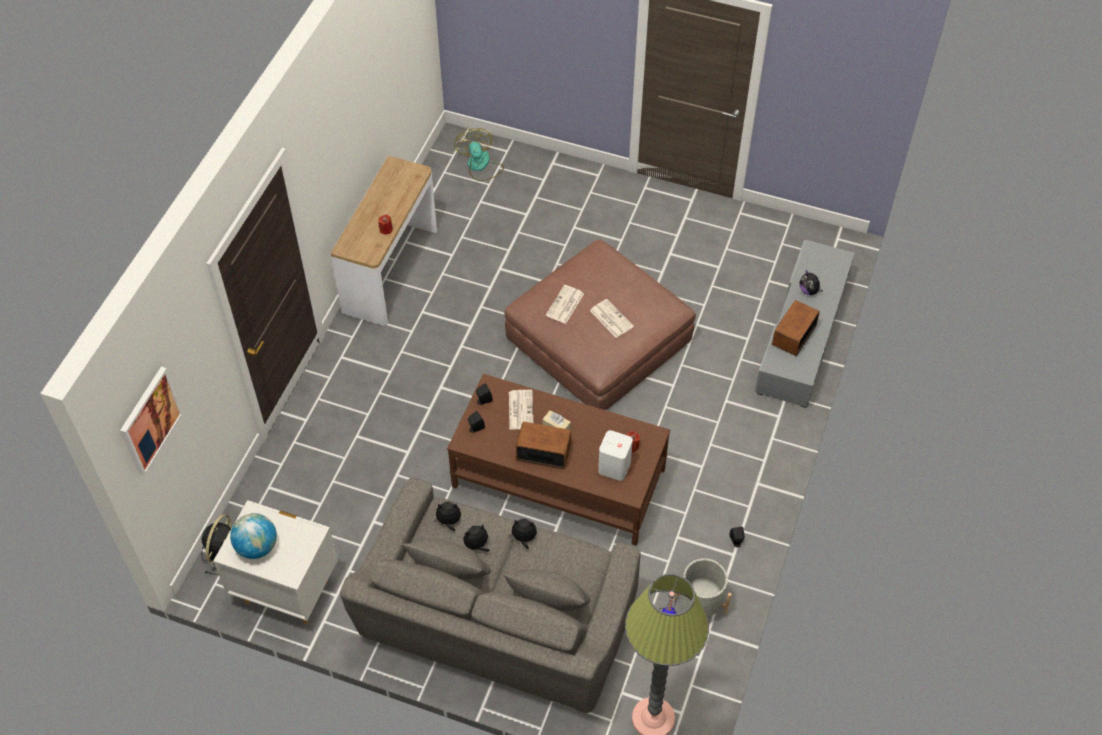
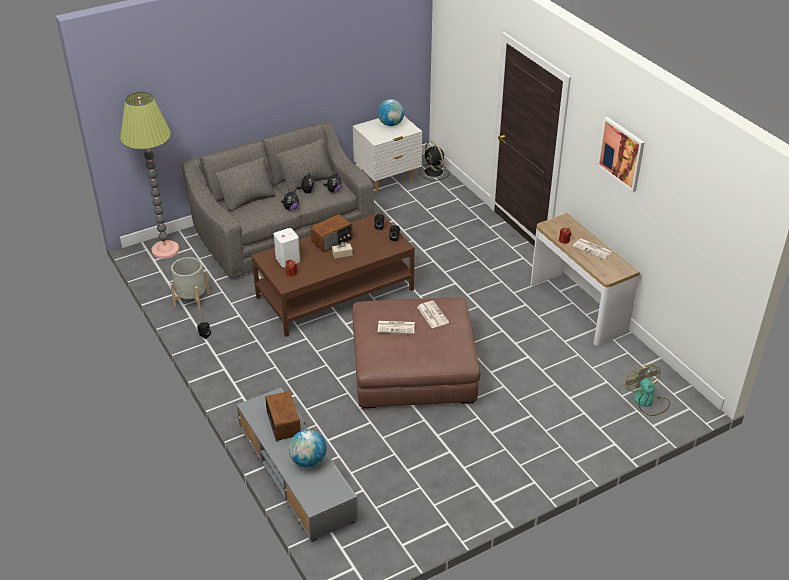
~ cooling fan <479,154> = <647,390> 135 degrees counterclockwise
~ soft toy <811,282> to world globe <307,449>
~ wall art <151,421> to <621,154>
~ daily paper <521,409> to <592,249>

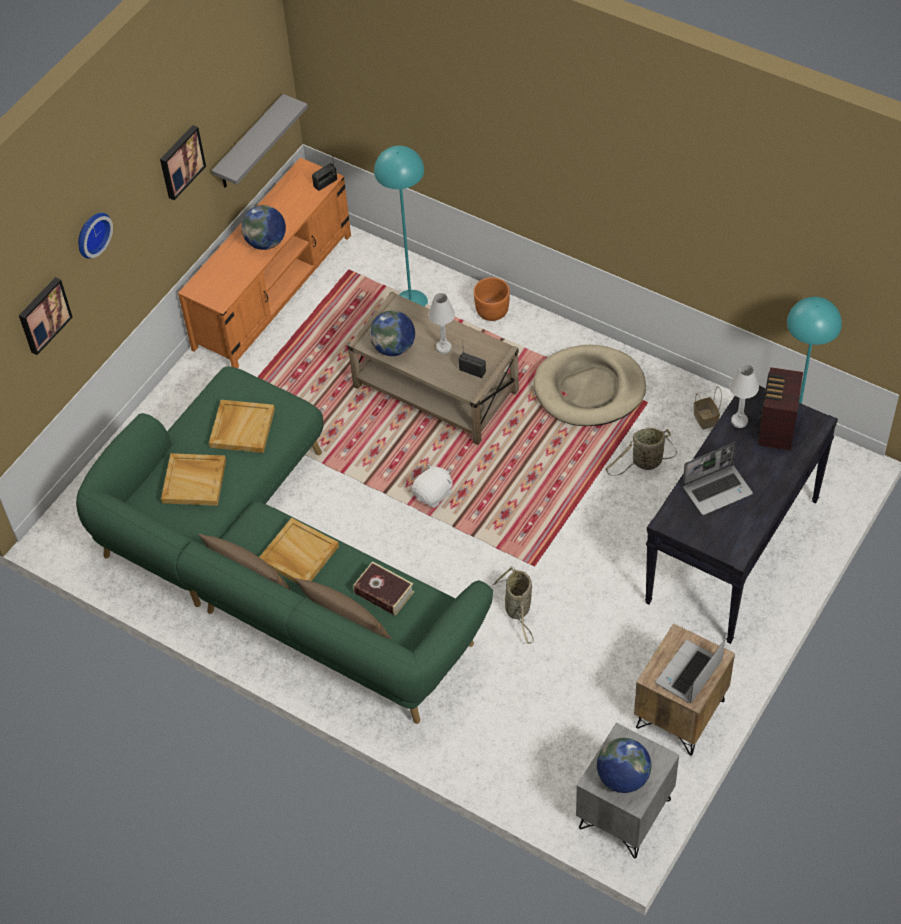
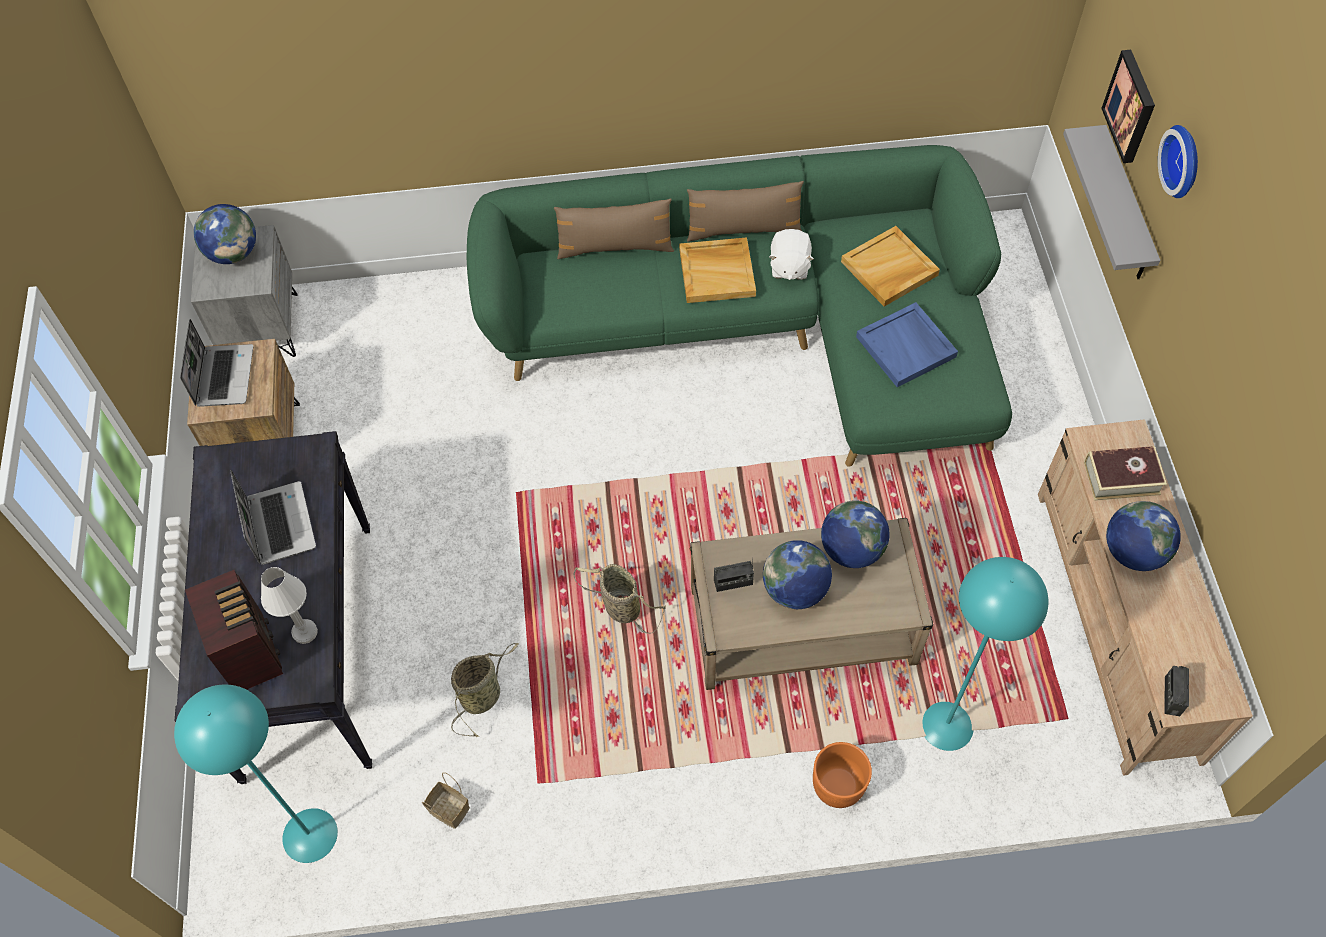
~ gray wall shelf <260,141> to <1111,202>
- wall art <183,162>
~ orange tv stand <264,263> to beige-coloured tv stand <1145,597>
~ white-coloured tabletop lamp <441,323> to world globe <797,574>
- beige-coloured dog cushion <589,385>
~ beige-coloured tray <242,426> to bluish tray <907,344>
~ laptop <717,478> = <273,517> 135 degrees clockwise
~ white-coloured soft toy <432,486> to <791,254>
~ bound book <383,588> to <1125,473>
~ storage basket <513,605> to <619,599>

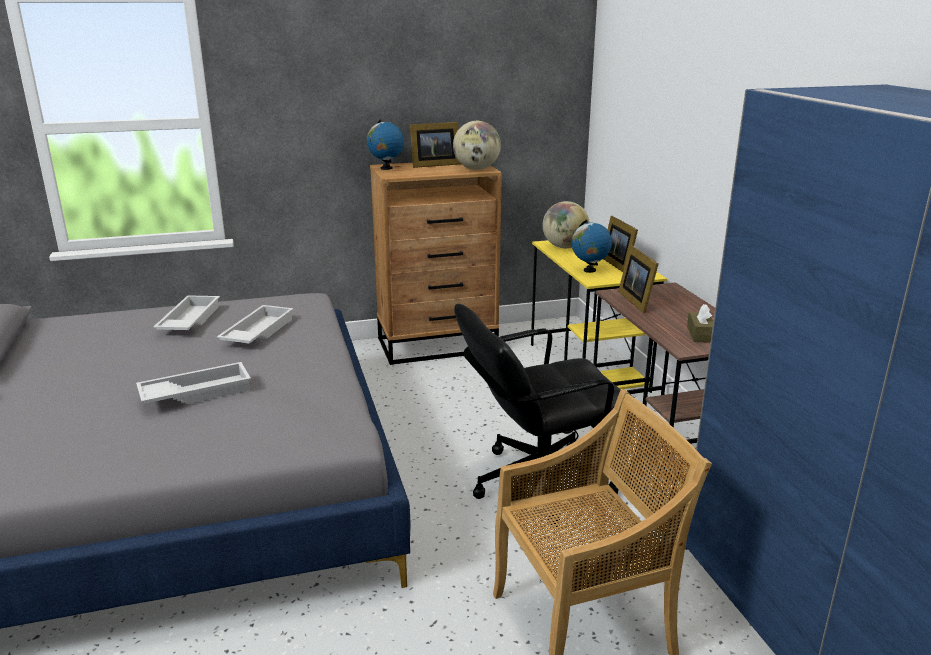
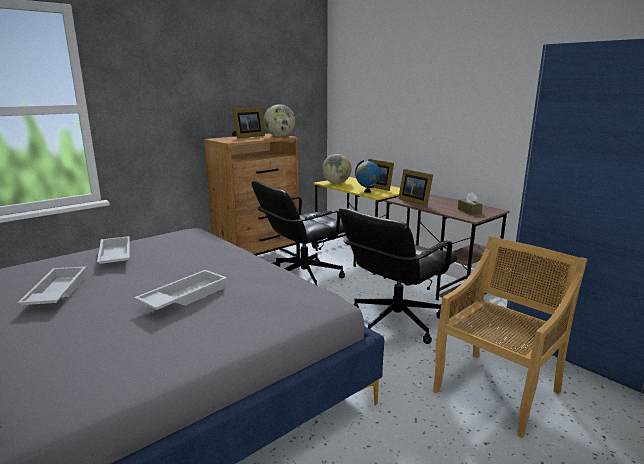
- world globe <385,144>
~ white-coloured tray <255,324> to <52,285>
+ black-coloured office chair <298,233>

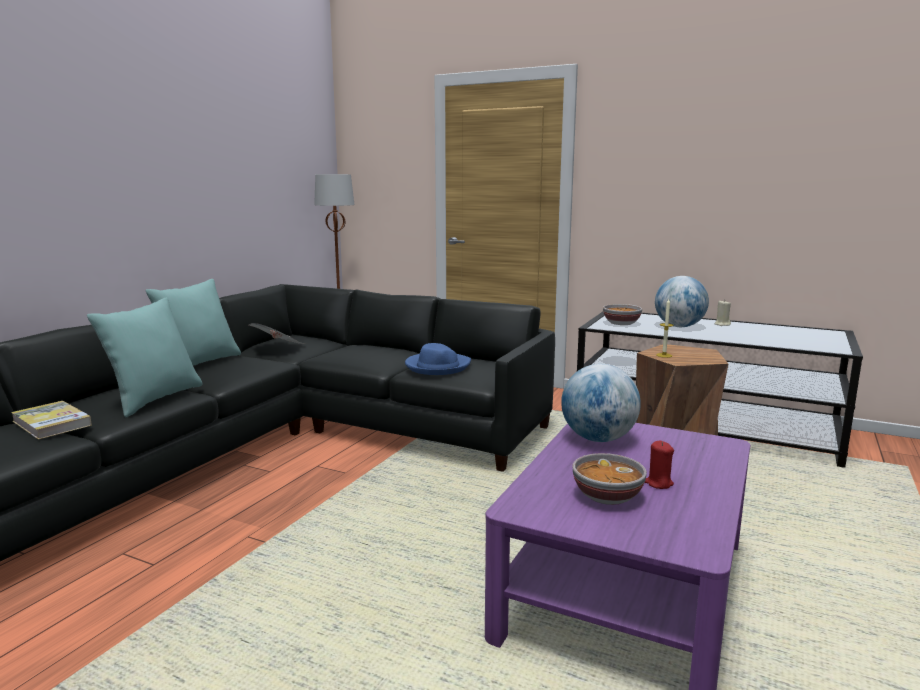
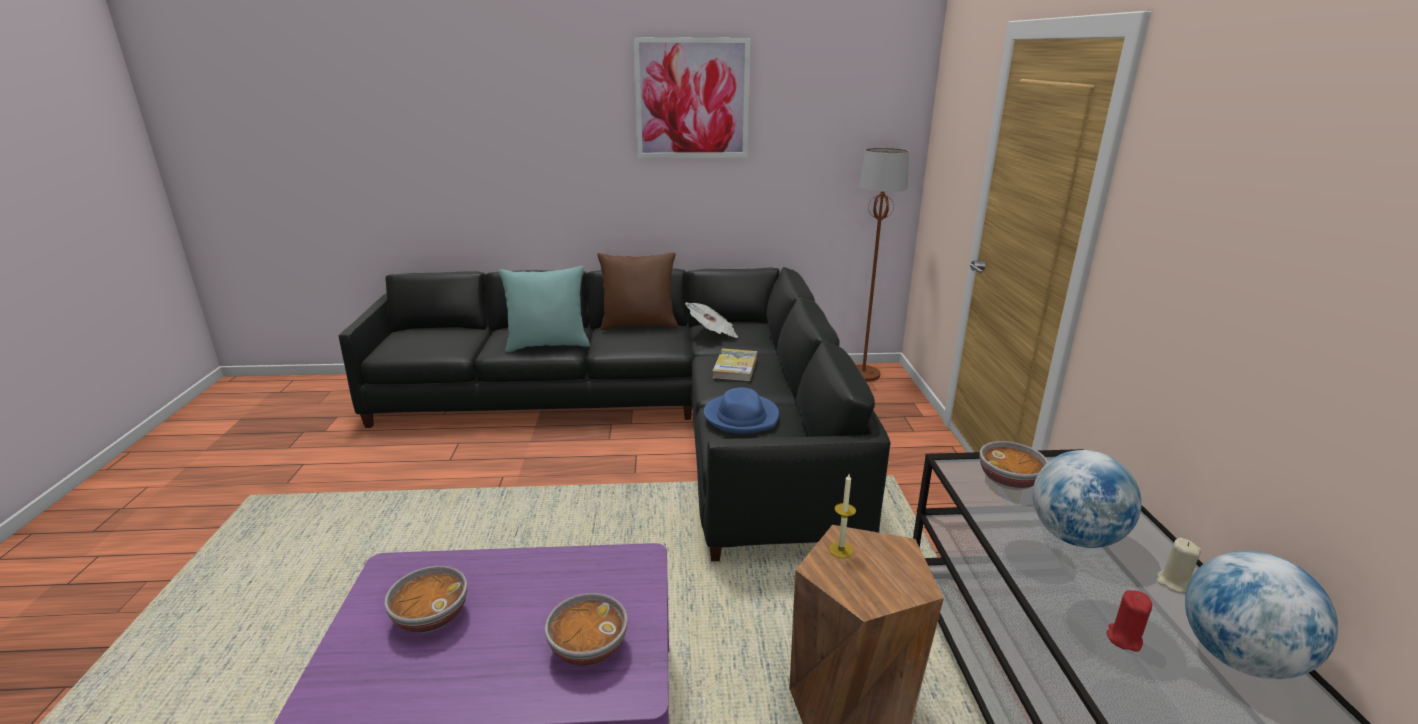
~ blue-green throw pillow <193,322> to brownish throw pillow <637,291>
~ world globe <601,403> to <1261,615>
~ bound book <51,420> to <735,364>
~ red-coloured candle <659,465> to <1129,620>
+ wall art <692,97>
+ deep dish <586,629>

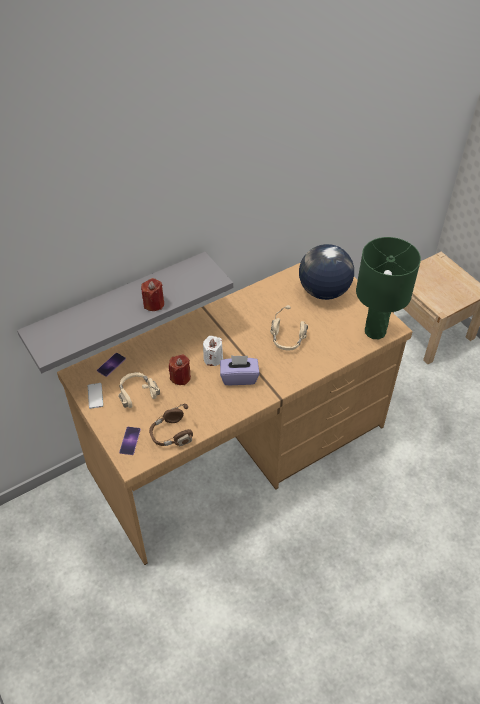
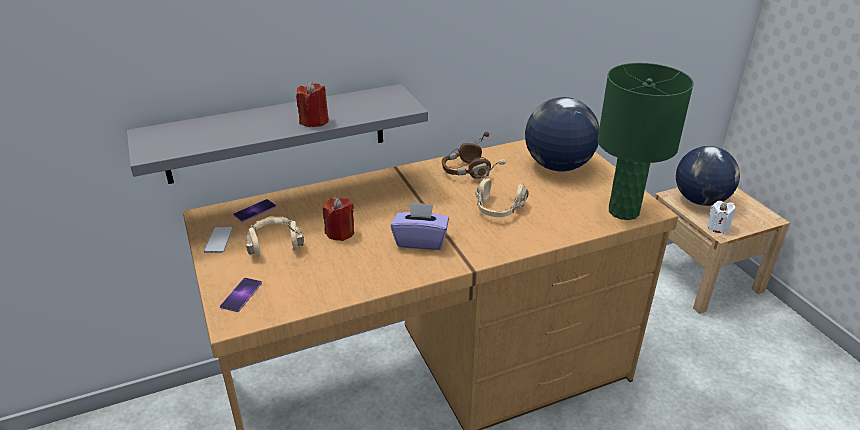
~ white-coloured candle <213,351> to <721,217>
~ brownish headset <171,424> to <466,155>
+ world globe <708,176>

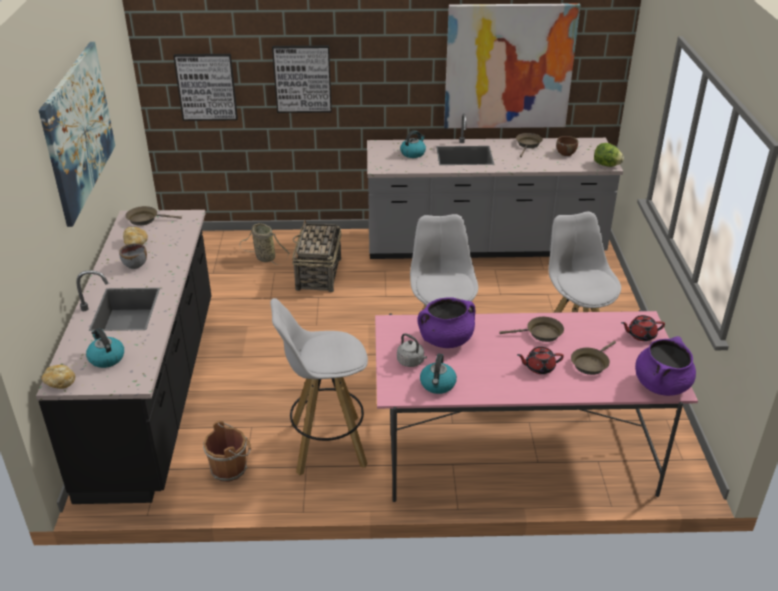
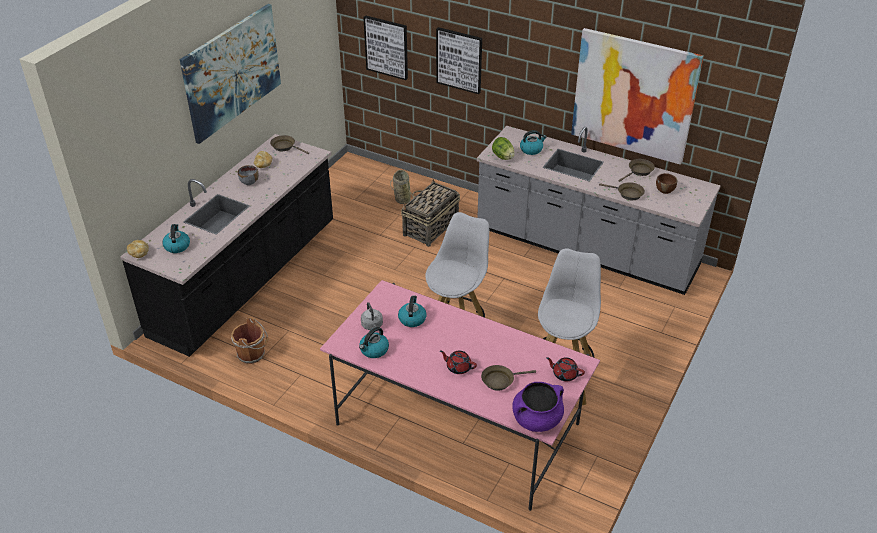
~ lettuce head <609,155> to <503,148>
~ purple cooking pot <446,322> to kettle <412,311>
- white-coloured sitting stool <319,387>
~ brownish pan <531,329> to <622,191>

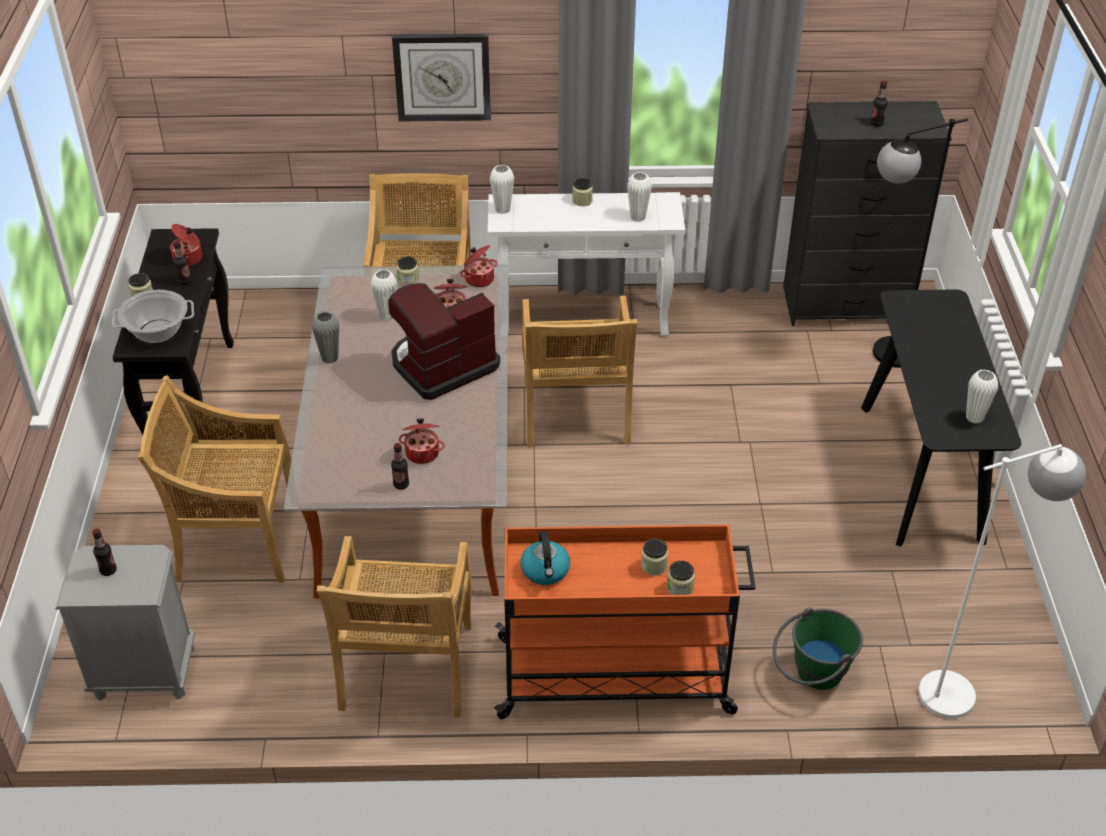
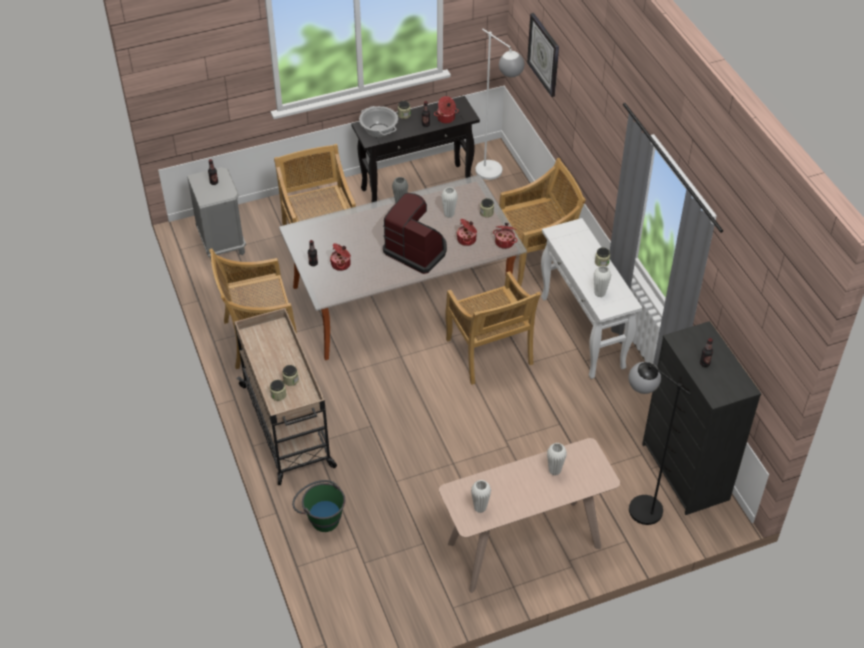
~ hanging clock <441,77> to <543,55>
~ white-coloured vase <502,189> to <557,459>
~ black-coloured hall table <941,418> to beige-coloured hall table <529,515>
~ beige-coloured chair <580,372> = <493,328> 90 degrees counterclockwise
~ white-coloured standing lamp <1002,581> to <499,104>
~ orange wheeled cart <625,621> to beige-coloured wheeled cart <285,396>
- kettle <545,558>

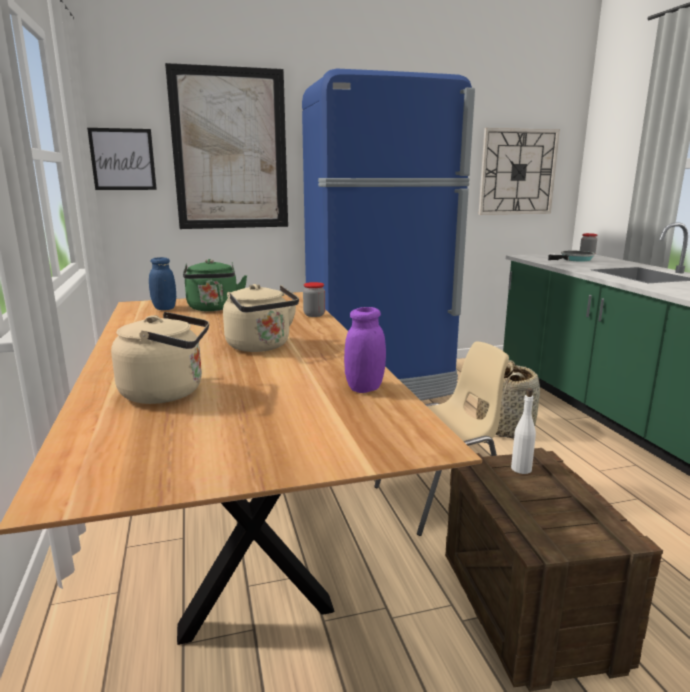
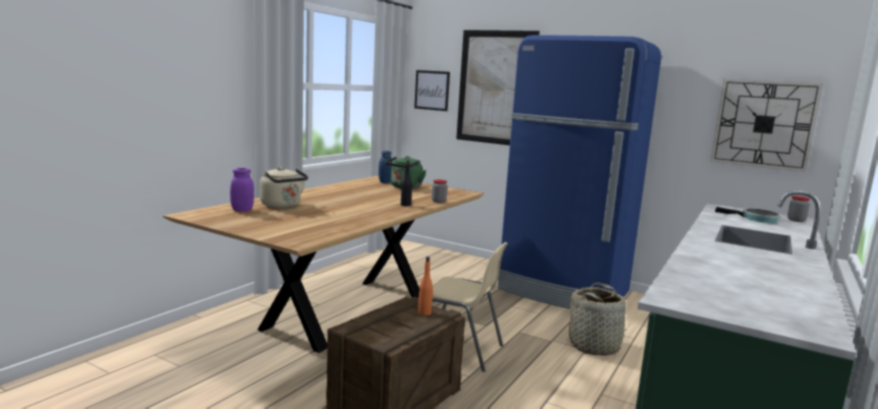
- beige-coloured kettle <261,318>
~ purple jar <365,350> to <242,190>
~ white-coloured beverage bottle <523,431> to orange beverage bottle <425,286>
+ black-coloured beverage bottle <406,183>

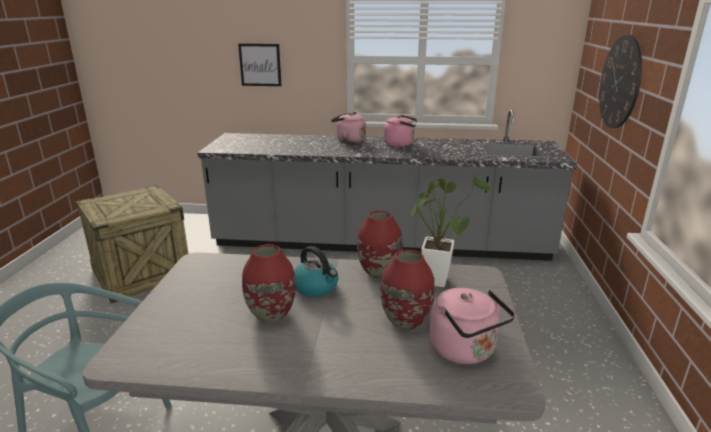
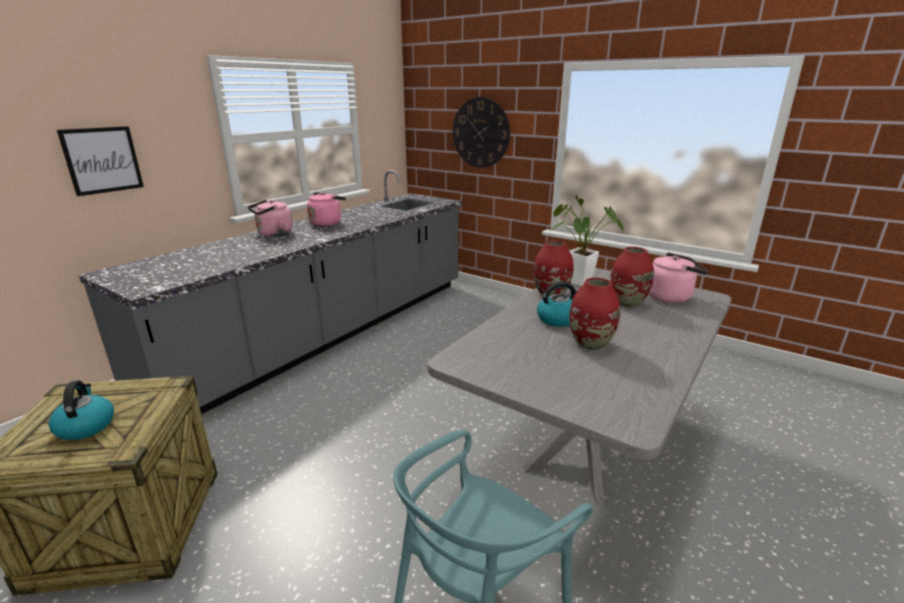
+ kettle <81,410>

